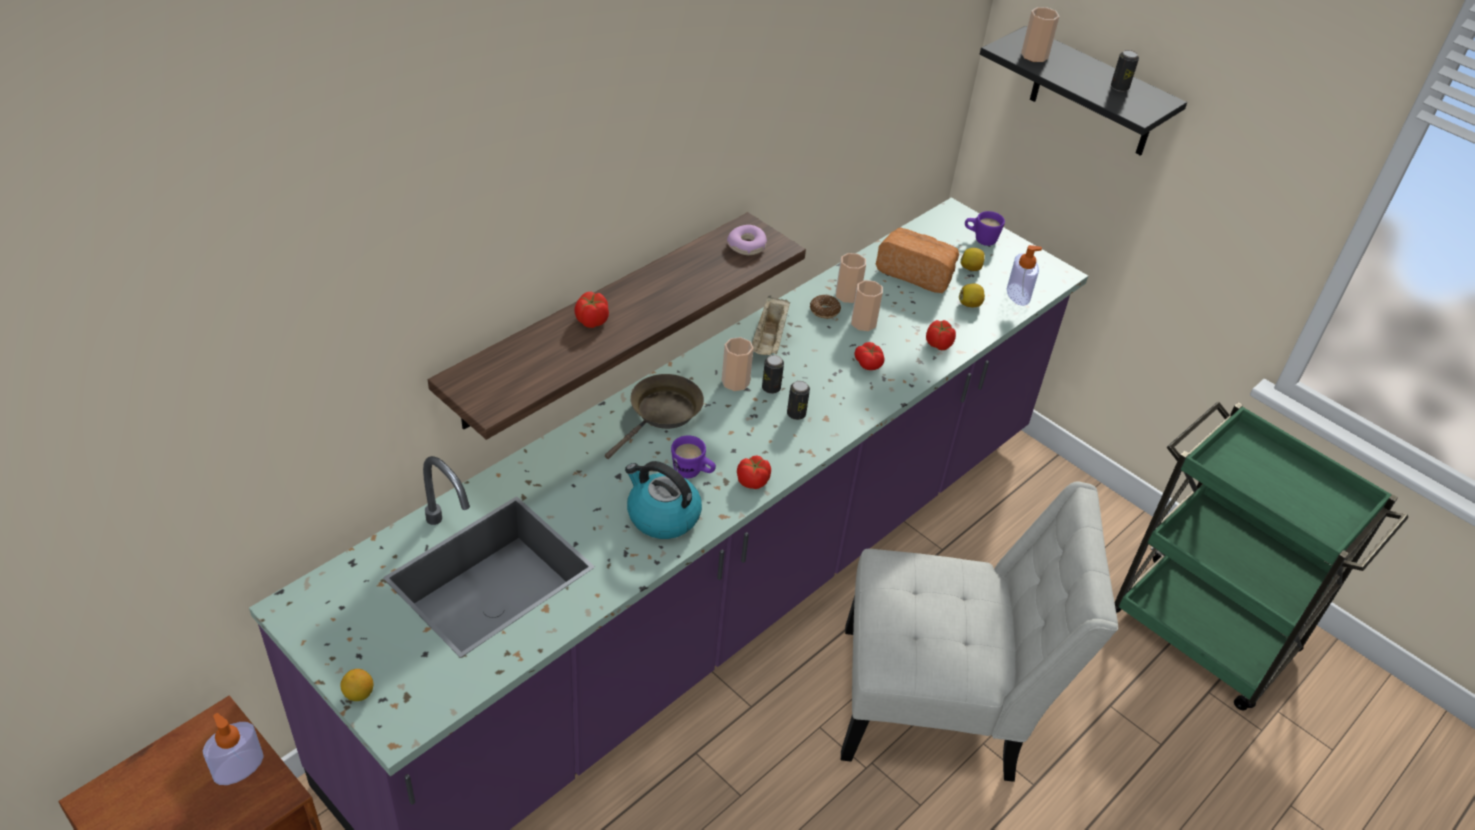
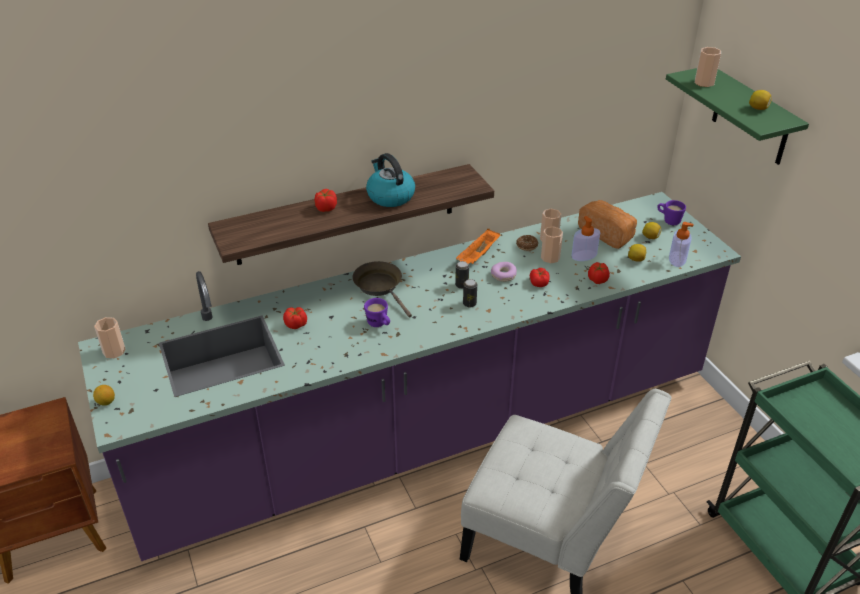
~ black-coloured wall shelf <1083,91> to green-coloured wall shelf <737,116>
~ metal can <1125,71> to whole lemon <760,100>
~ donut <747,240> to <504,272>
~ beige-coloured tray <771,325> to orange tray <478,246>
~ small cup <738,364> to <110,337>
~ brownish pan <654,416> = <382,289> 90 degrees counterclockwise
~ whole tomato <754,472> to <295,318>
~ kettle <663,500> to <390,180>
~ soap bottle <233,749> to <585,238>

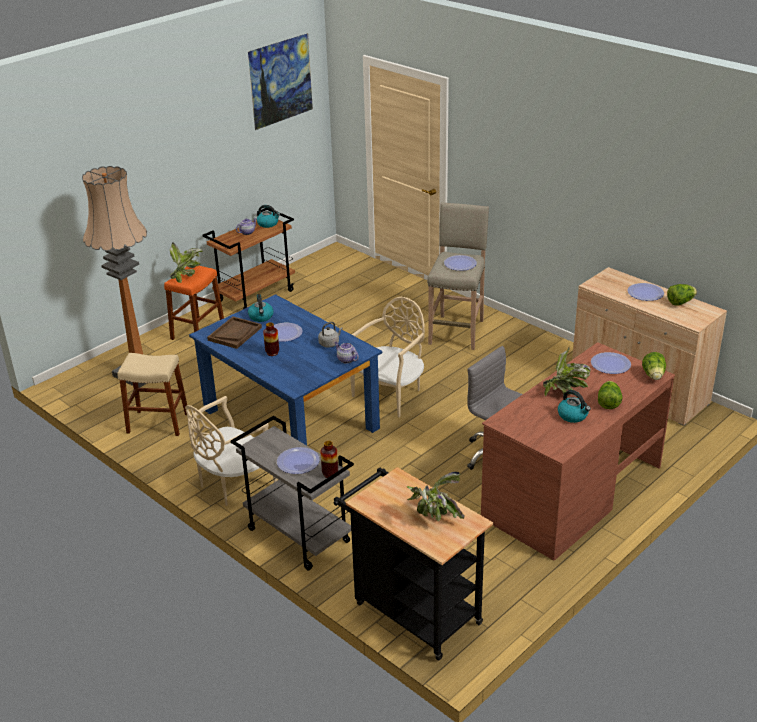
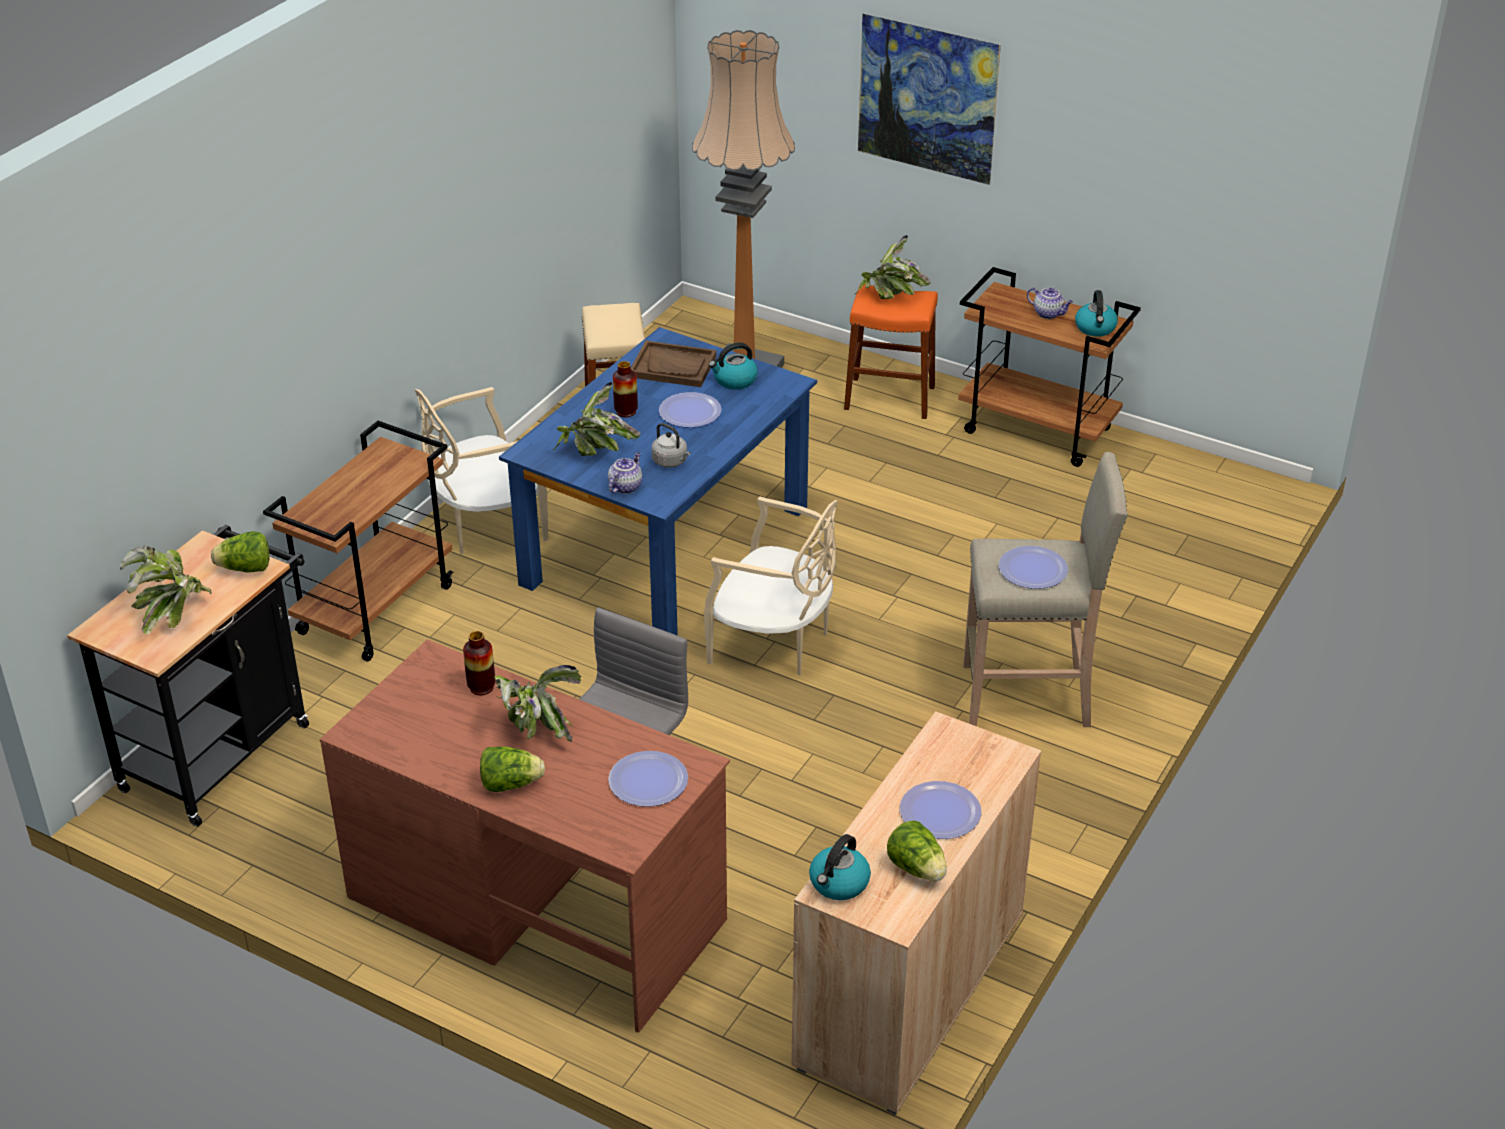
~ wall art <280,81> to <929,99>
~ lettuce head <654,366> to <240,552>
~ kettle <574,406> to <840,867>
~ beige-coloured chair <231,451> = <481,470> 60 degrees counterclockwise
~ gray wheeled cart <292,493> to brownish wheeled cart <358,541>
~ vase <329,459> to <479,663>
- dinner plate <298,460>
+ plant in a pot <596,419>

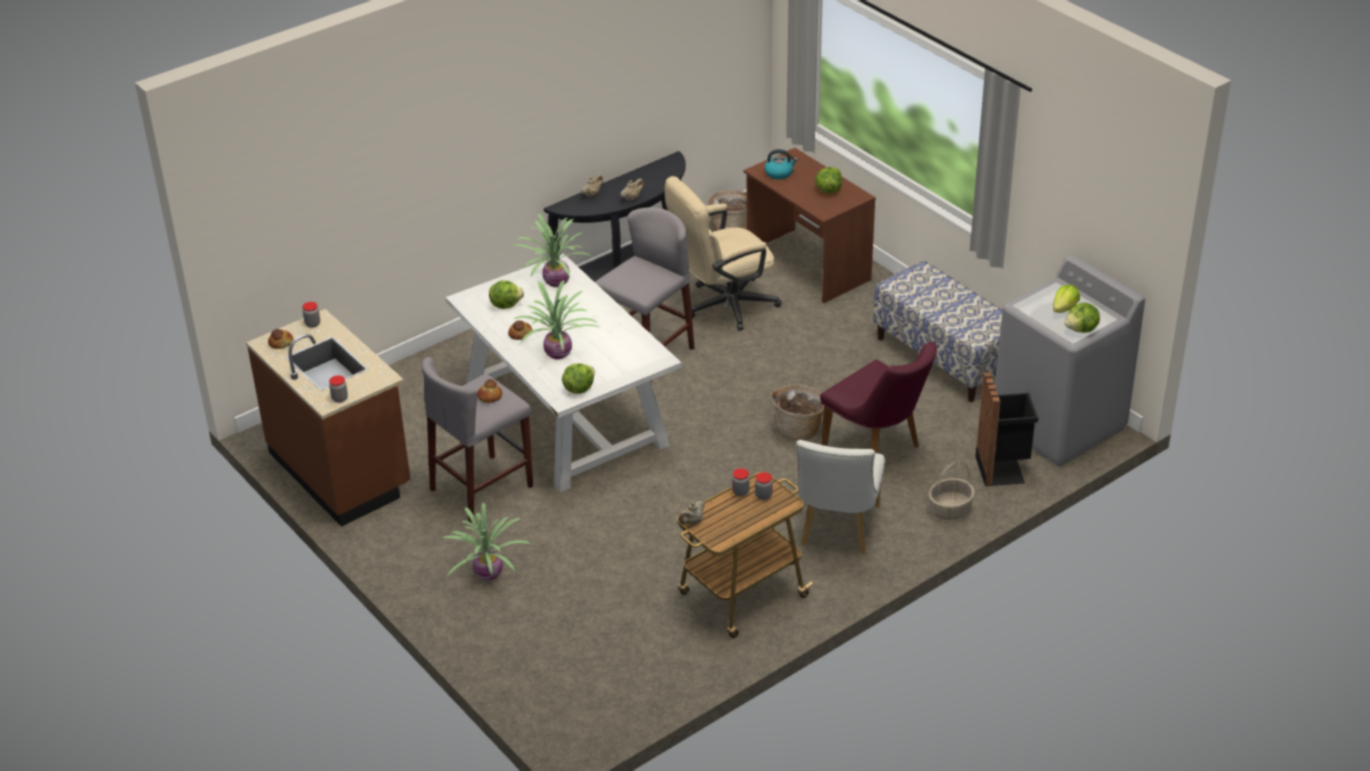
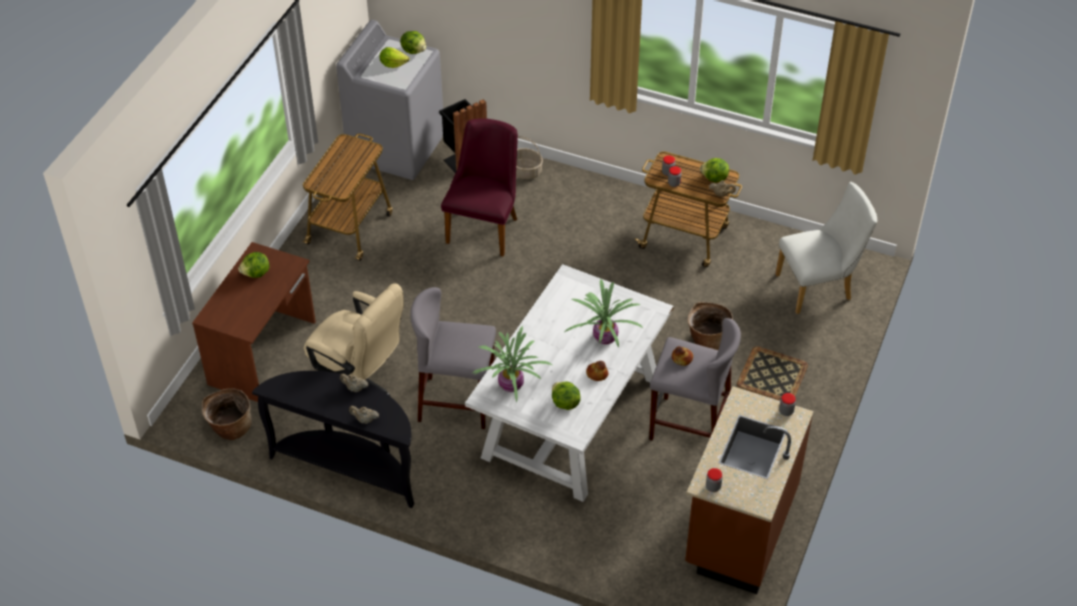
- kettle <781,164>
~ long seat <937,331> to wheeled cart <348,197>
- bakery bread <280,339>
~ lettuce head <578,378> to <714,170>
~ storage basket <797,412> to <710,326>
~ white-coloured chair <840,497> to <826,248>
~ plant in a pot <486,541> to tray <772,373>

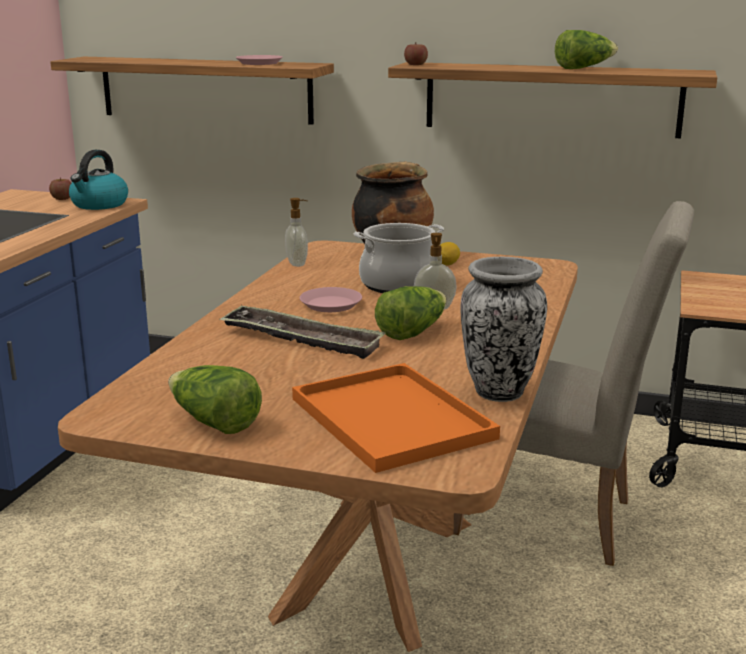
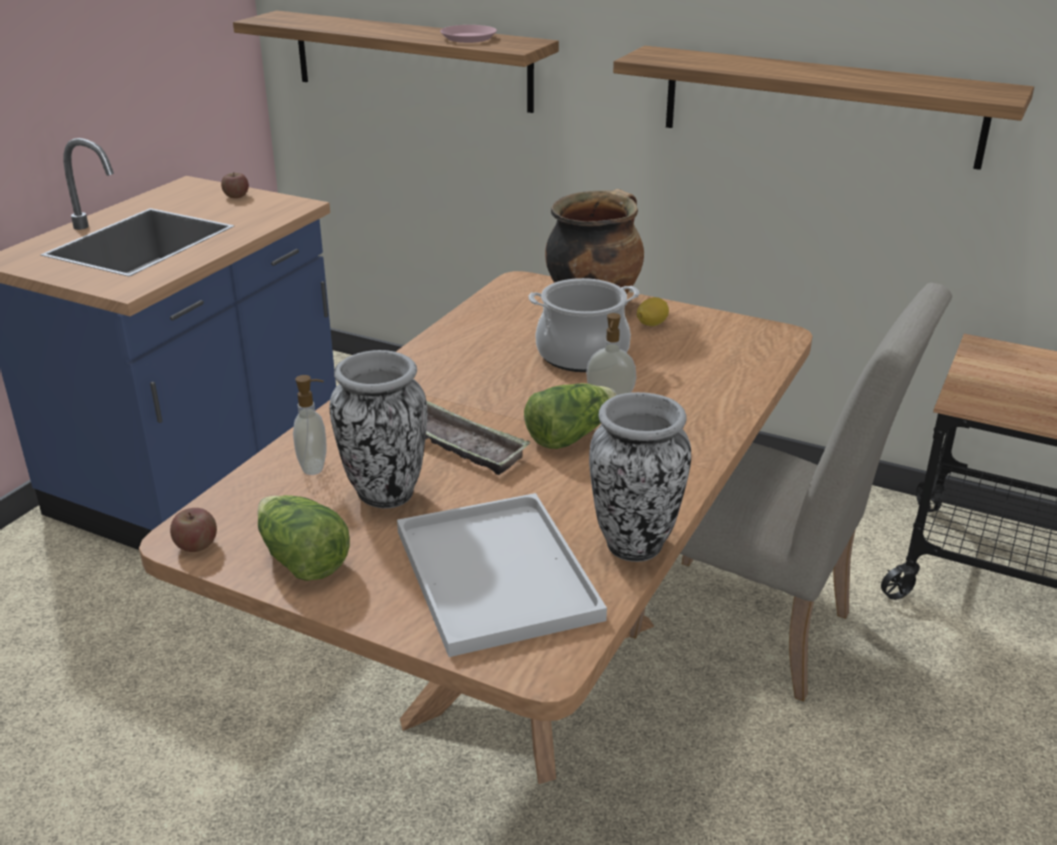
- lettuce head <586,49>
~ whole apple <416,53> to <193,530>
- kettle <98,180>
~ soap bottle <296,232> to <310,425>
- pinkish dinner plate <331,299>
~ orange tray <396,418> to white-coloured tray <502,575>
+ vase <378,429>

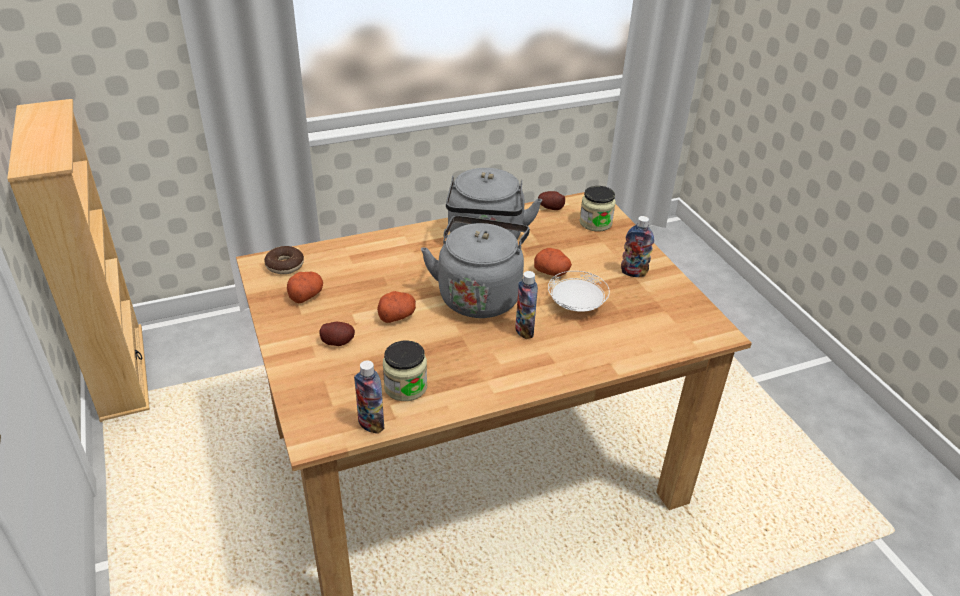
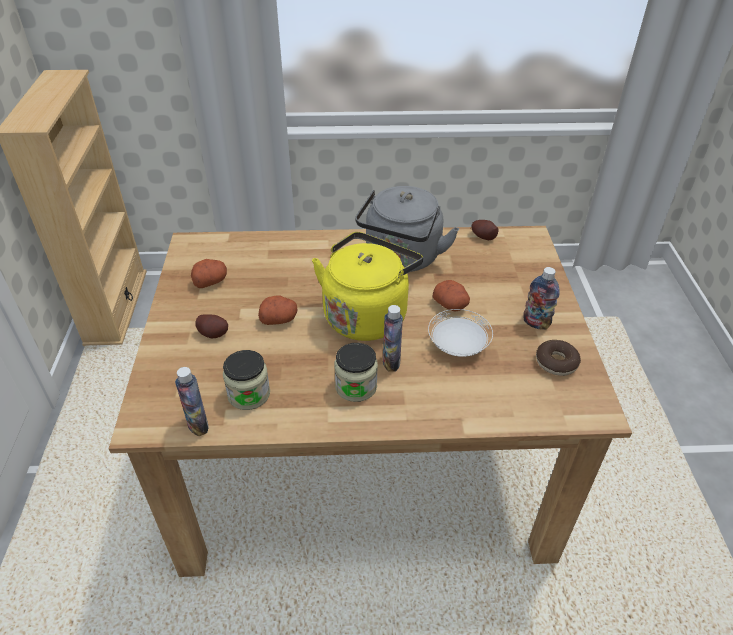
~ jar <597,209> to <356,372>
~ gray kettle <475,267> to yellow kettle <367,286>
~ donut <284,260> to <558,358>

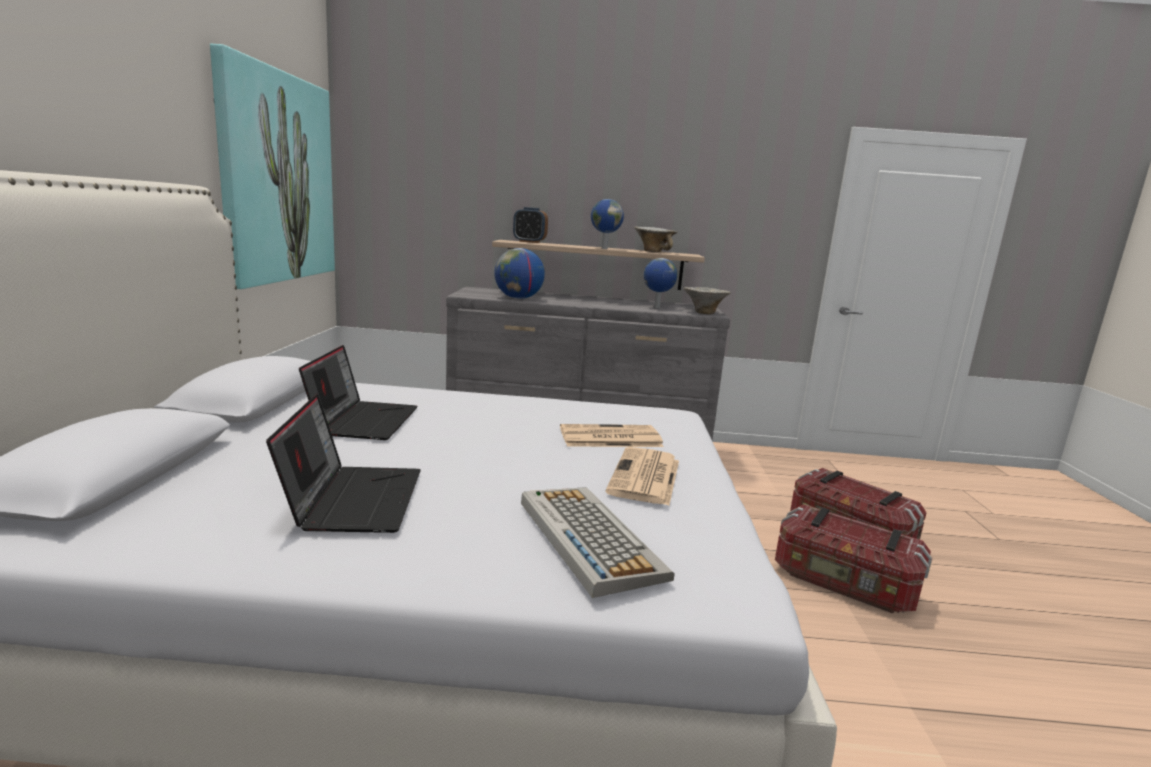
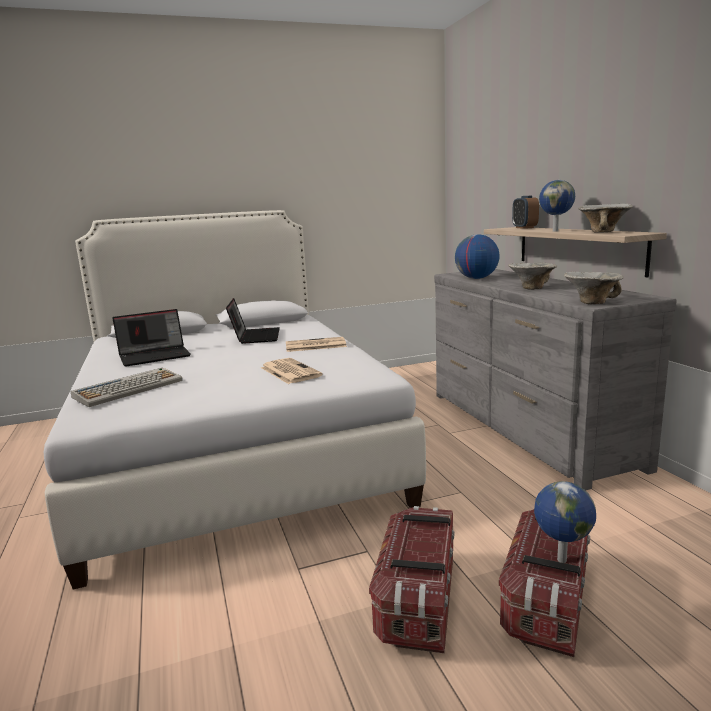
- wall art <272,166>
~ world globe <661,283> to <565,522>
~ laptop <358,392> = <253,321> 75 degrees counterclockwise
~ daily paper <642,476> to <316,344>
+ deep dish <532,276>

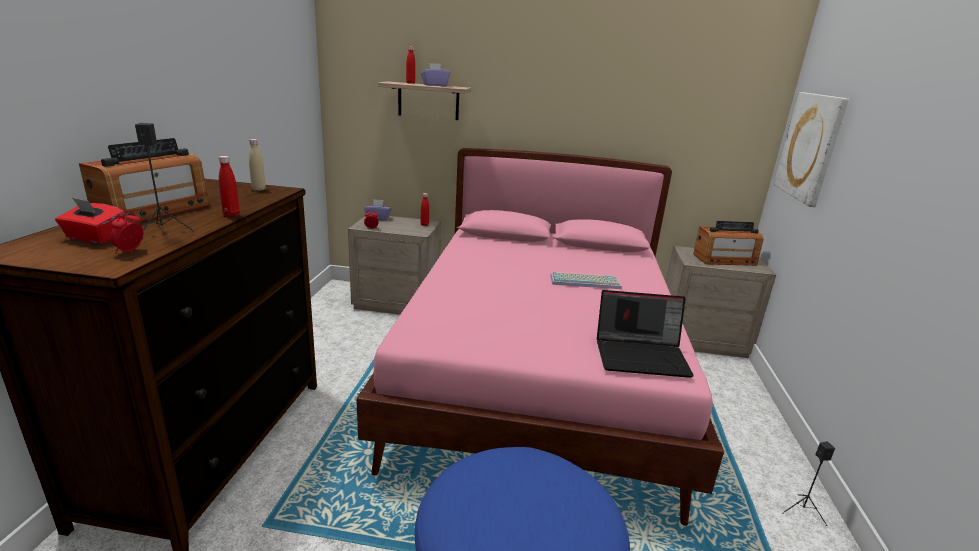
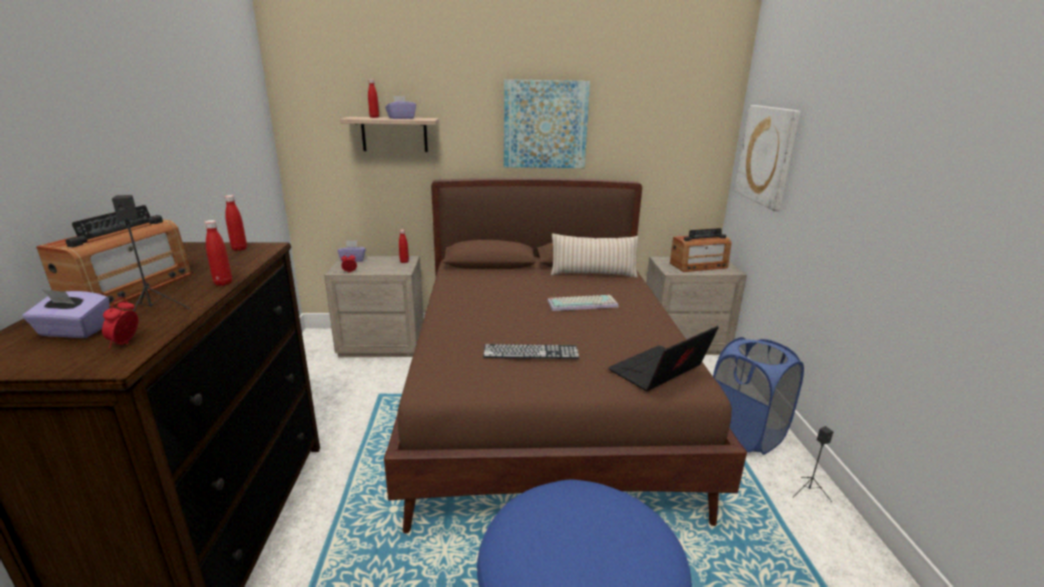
~ beige-coloured beverage bottle <257,165> to red-coloured beverage bottle <235,223>
~ pinkish sleeping bed <540,337> to brownish sleeping bed <565,355>
~ red-coloured tissue holder <90,221> to purple tissue holder <66,313>
~ laptop <645,334> = <663,358> 150 degrees clockwise
+ wall art <547,123>
+ beige-coloured throw pillow <595,255>
+ bluish washing basket <758,396>
+ computer keyboard <531,351>

